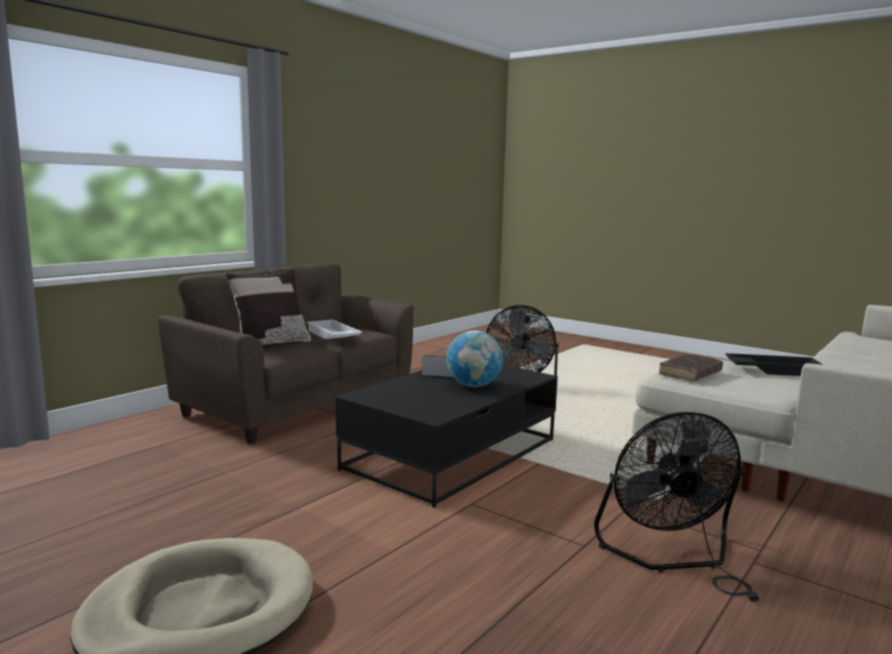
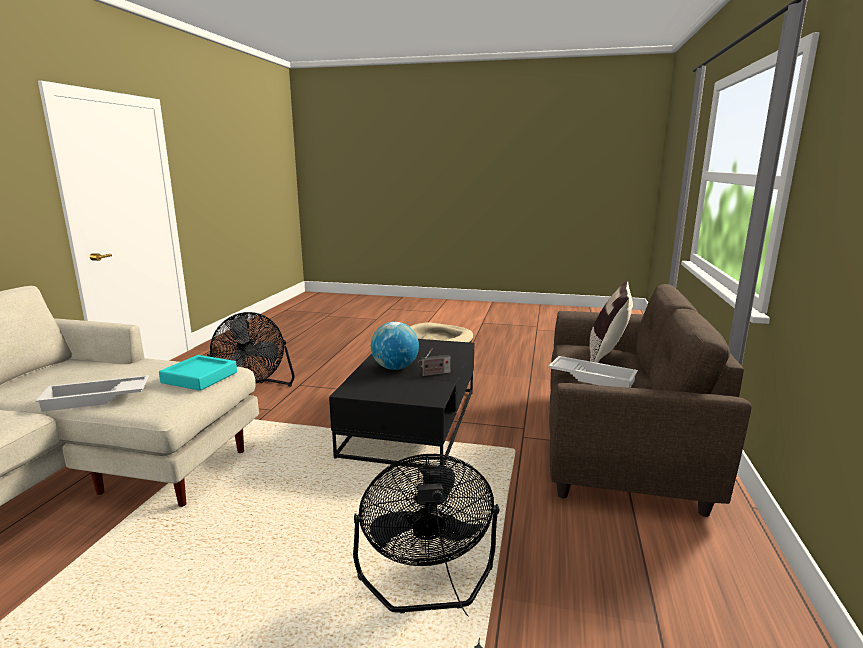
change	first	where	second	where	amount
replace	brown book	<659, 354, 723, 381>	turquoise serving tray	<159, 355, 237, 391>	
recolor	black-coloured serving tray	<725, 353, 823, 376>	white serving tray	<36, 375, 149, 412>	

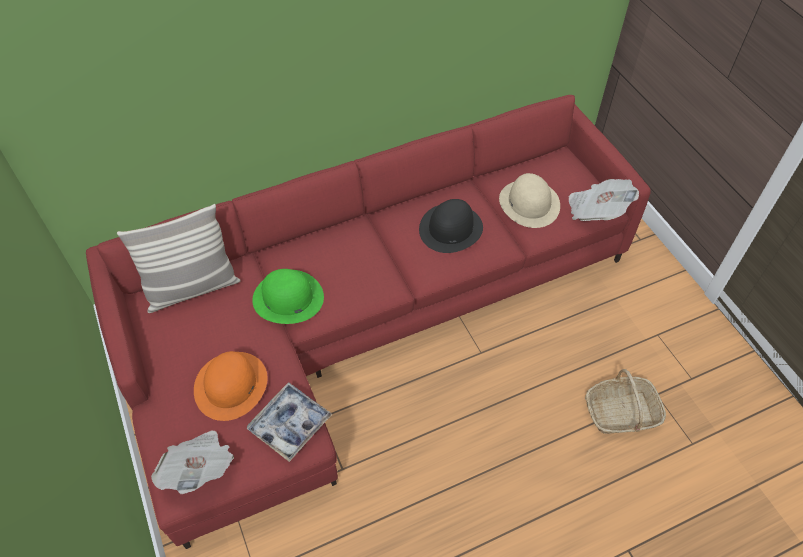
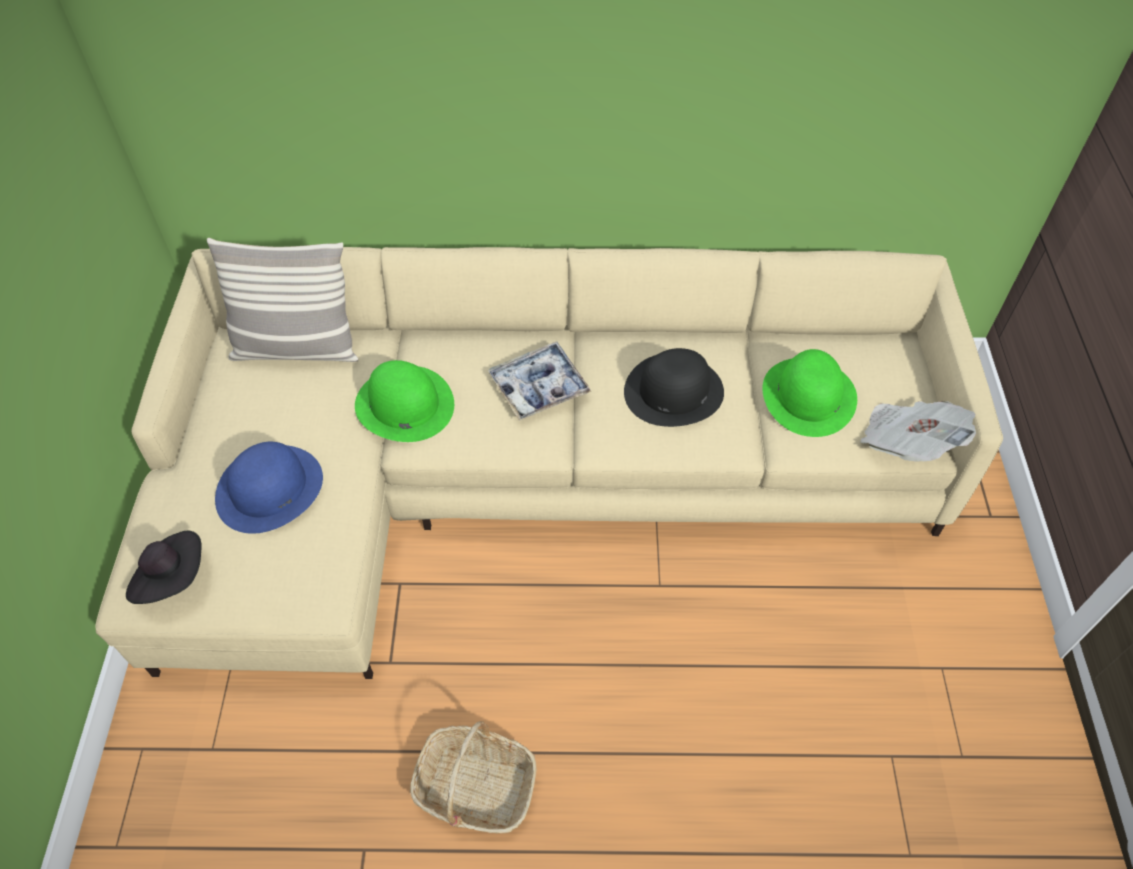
change	first	where	second	where	amount
recolor	red-coloured settee	<86, 95, 651, 549>	beige-coloured settee	<95, 247, 1003, 679>	
replace	printed paper	<151, 431, 234, 494>	black-coloured hat	<126, 531, 201, 604>	
recolor	orange hat	<194, 351, 268, 421>	blue hat	<215, 442, 323, 534>	
move	serving tray	<247, 382, 332, 462>		<488, 342, 591, 421>	
recolor	beige-coloured hat	<499, 173, 560, 228>	green hat	<763, 349, 857, 437>	
move	household basket	<585, 369, 666, 434>		<410, 721, 537, 833>	

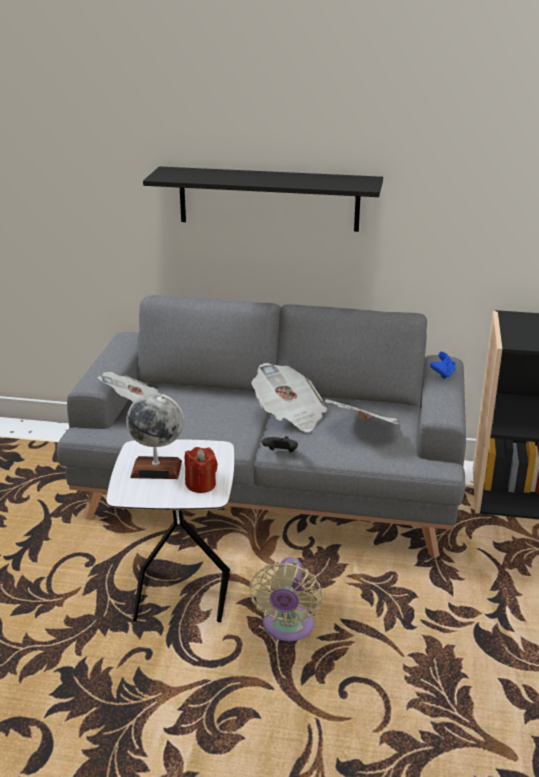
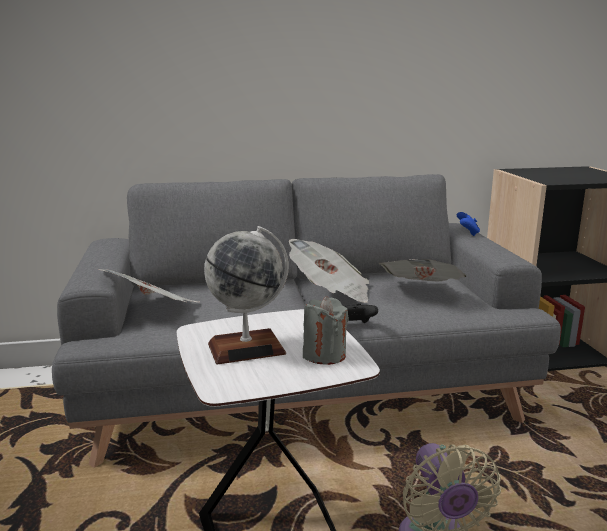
change	first	where	second	where	amount
delete	black-coloured wall shelf	<143, 166, 383, 232>			
recolor	red-coloured wax light	<185, 447, 218, 493>	greyish wax light	<303, 296, 349, 365>	

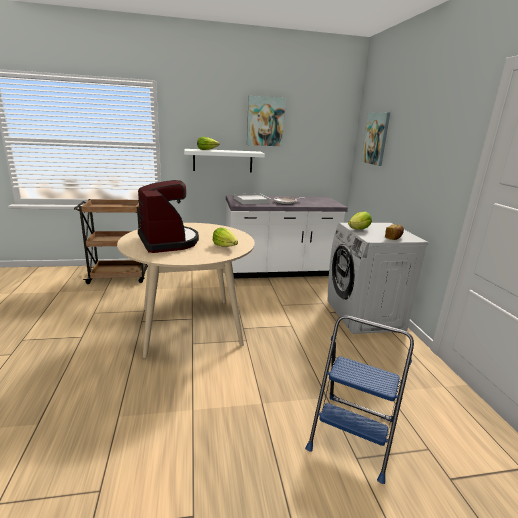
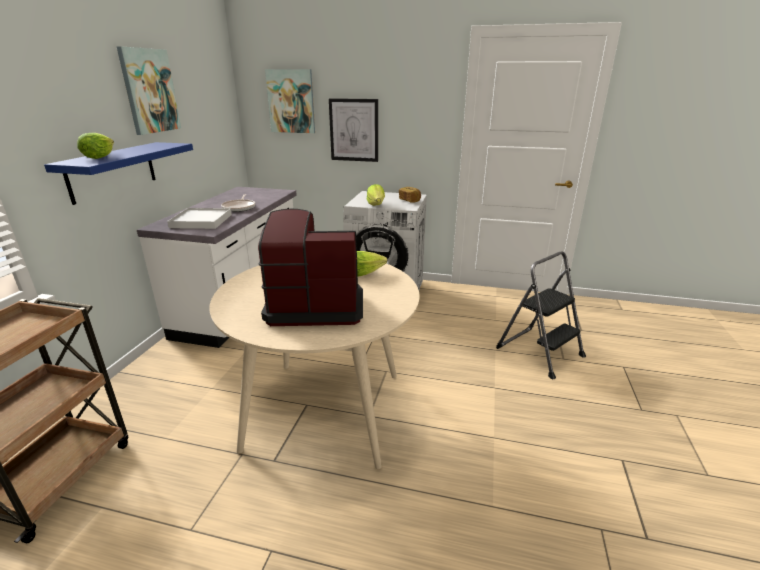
change	first	where	second	where	amount
recolor	white wall shelf	<184, 149, 265, 173>	blue wall shelf	<44, 142, 193, 205>	
recolor	blue step stool	<305, 315, 414, 484>	black-coloured step stool	<496, 252, 586, 380>	
insert			picture	<329, 98, 378, 162>	

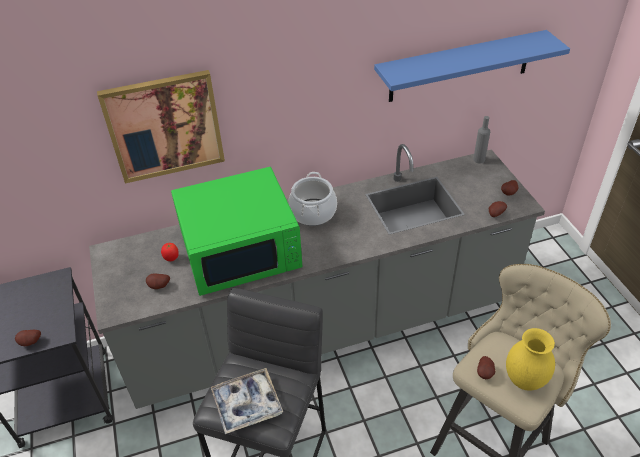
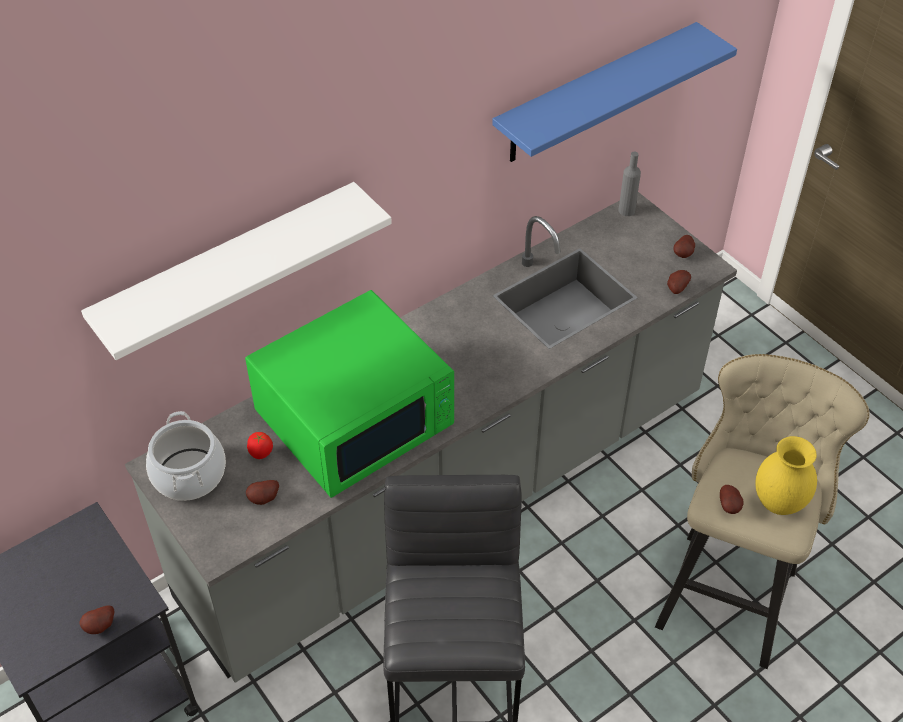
change	first	where	second	where	amount
replace	picture	<97, 70, 225, 184>	white wall shelf	<81, 182, 392, 360>	
delete	serving tray	<211, 368, 283, 434>			
move	stockpot	<288, 172, 337, 226>		<146, 411, 226, 501>	

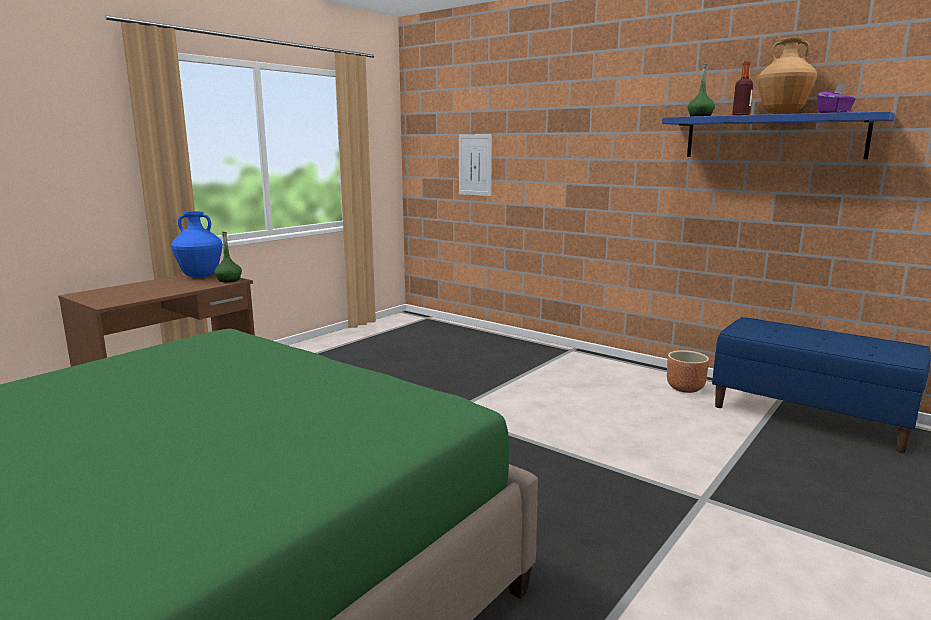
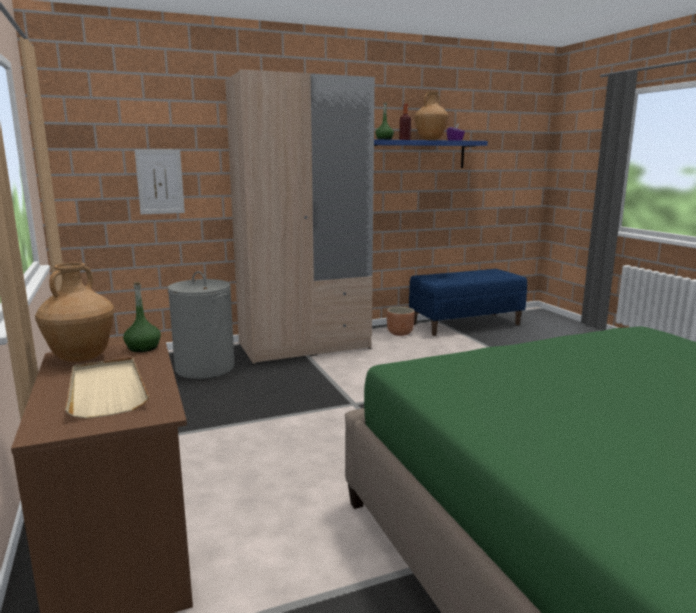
change	first	where	second	where	amount
recolor	blue vase	<171, 211, 223, 278>	brown vase	<35, 263, 114, 362>	
insert			beige-coloured serving tray	<65, 357, 149, 419>	
insert			greyish washing basket	<167, 271, 235, 379>	
insert			beige-coloured wardrobe	<225, 69, 375, 365>	

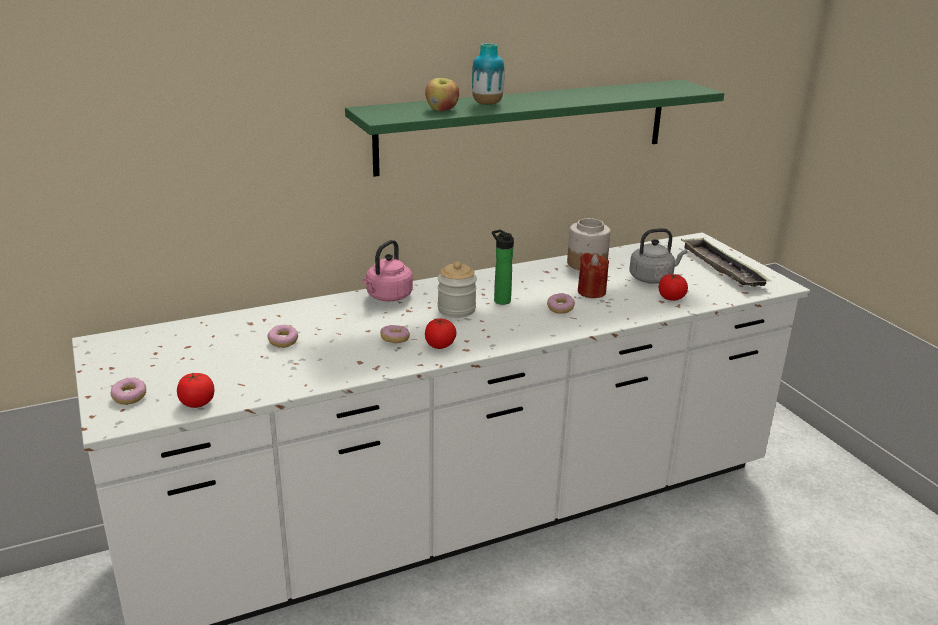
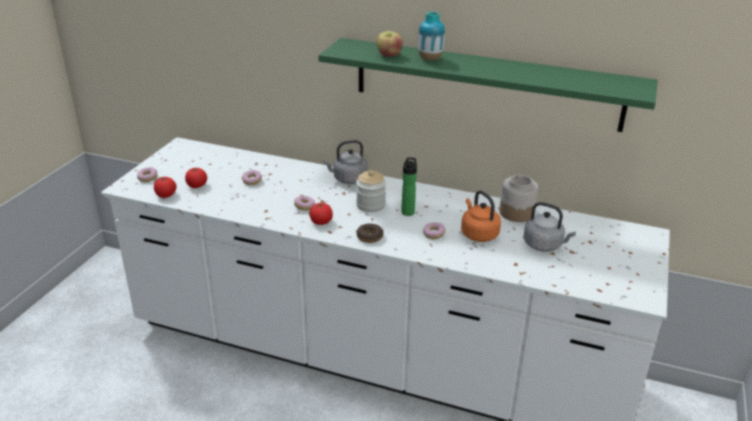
change	first	where	second	where	amount
recolor	pink water kettle	<362, 240, 413, 301>	greyish water kettle	<323, 140, 368, 184>	
replace	red-coloured wax light	<578, 253, 609, 298>	orange water kettle	<461, 191, 501, 242>	
move	tomato	<658, 274, 688, 301>		<185, 168, 207, 188>	
delete	serving tray	<681, 237, 771, 287>			
insert			donut	<357, 224, 384, 243>	

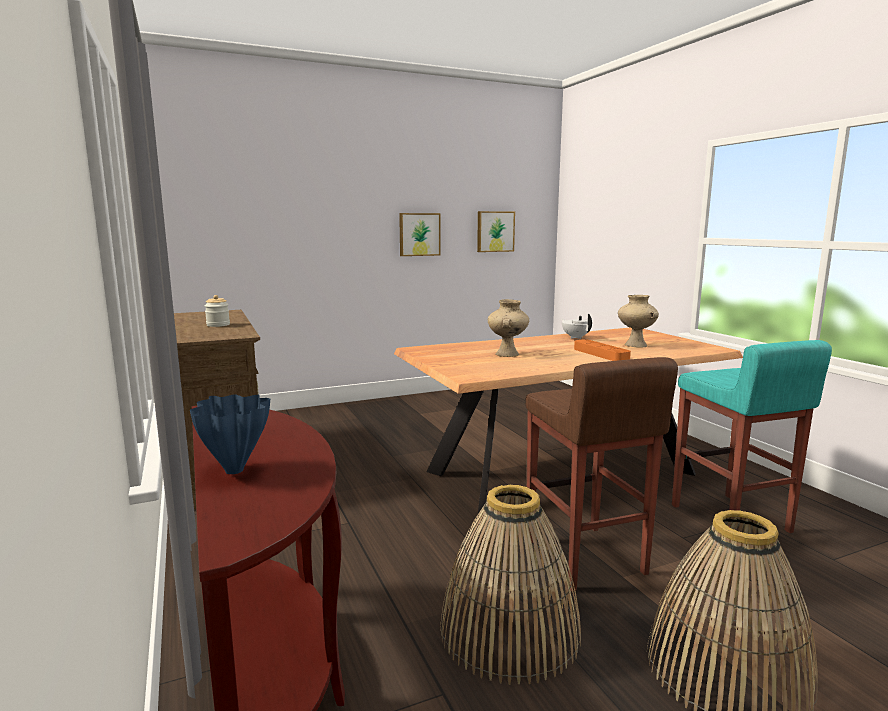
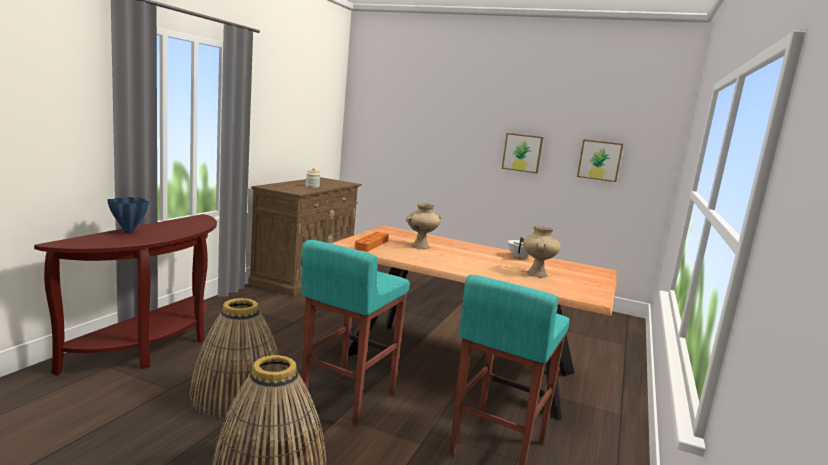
change	first	where	second	where	amount
recolor	brown stool seat	<525, 357, 678, 591>	turquoise stool seat	<301, 240, 410, 426>	
move	orange serving tray	<574, 339, 631, 361>		<355, 232, 389, 251>	

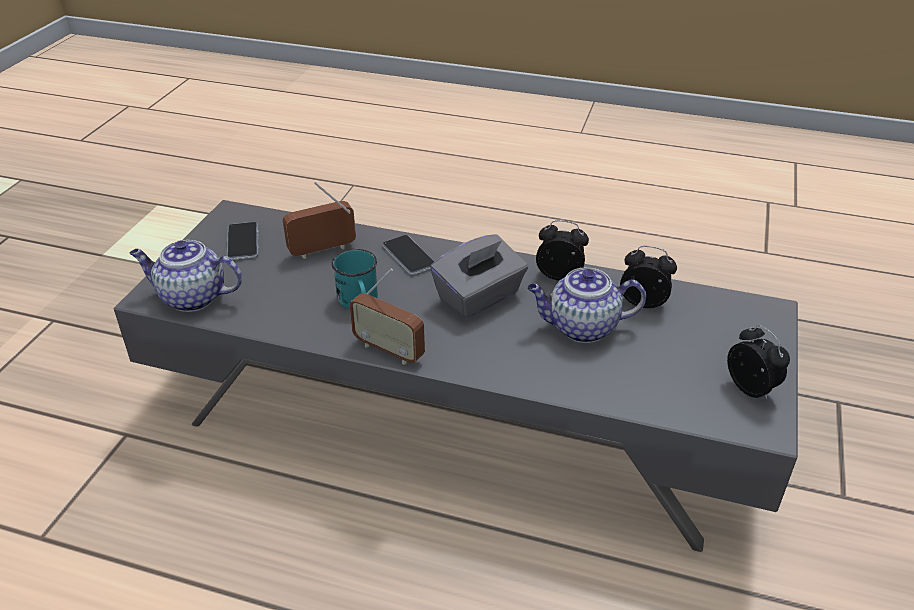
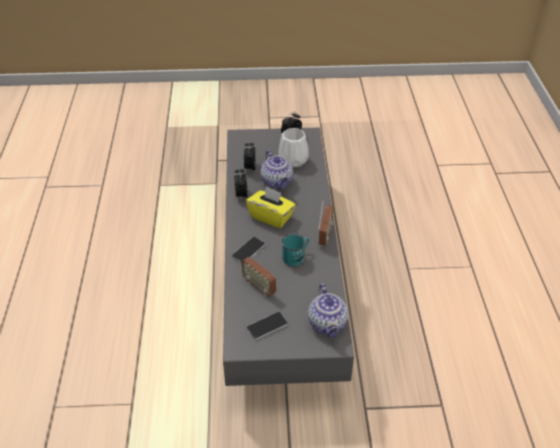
change	first	where	second	where	amount
recolor	greyish tissue box	<430, 234, 528, 318>	yellow tissue box	<246, 186, 296, 228>	
insert			white vase	<278, 128, 309, 168>	

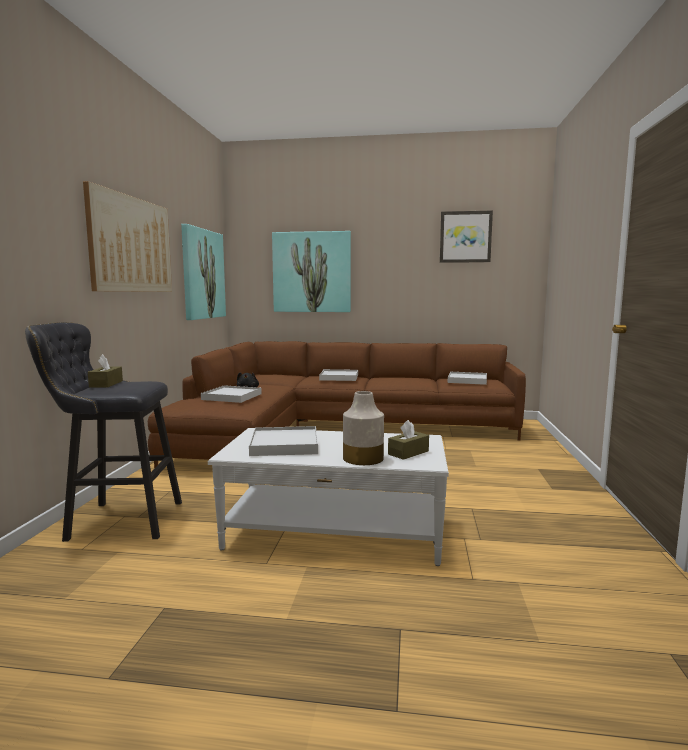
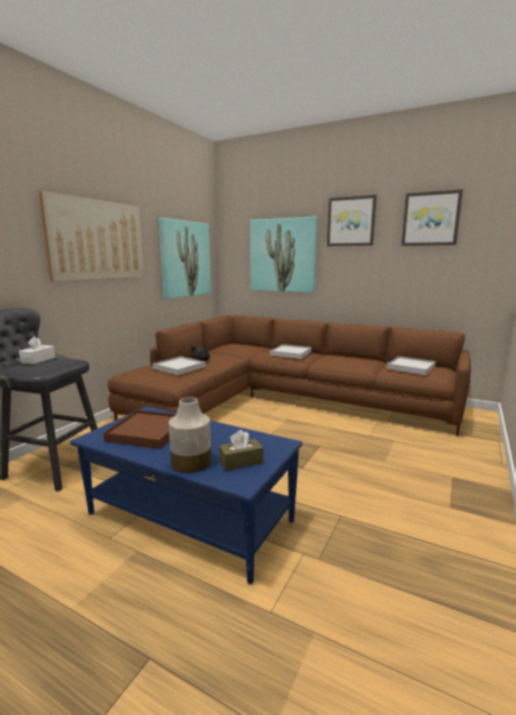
change	first	where	second	where	amount
recolor	brown tissue box	<88, 354, 123, 387>	white tissue box	<19, 336, 55, 364>	
recolor	white lounge table	<208, 428, 449, 566>	blue lounge table	<70, 406, 303, 584>	
recolor	white serving tray	<249, 426, 318, 456>	brown serving tray	<103, 410, 176, 449>	
insert			picture	<327, 195, 377, 246>	

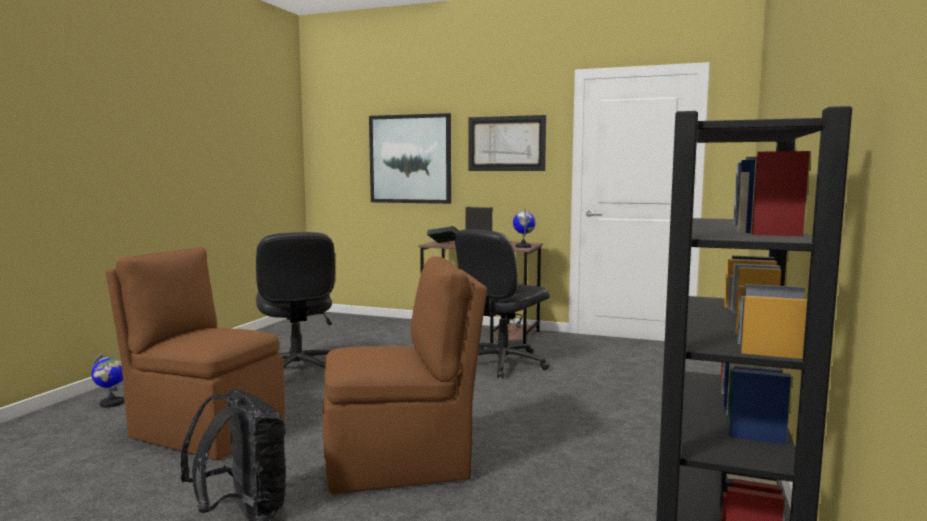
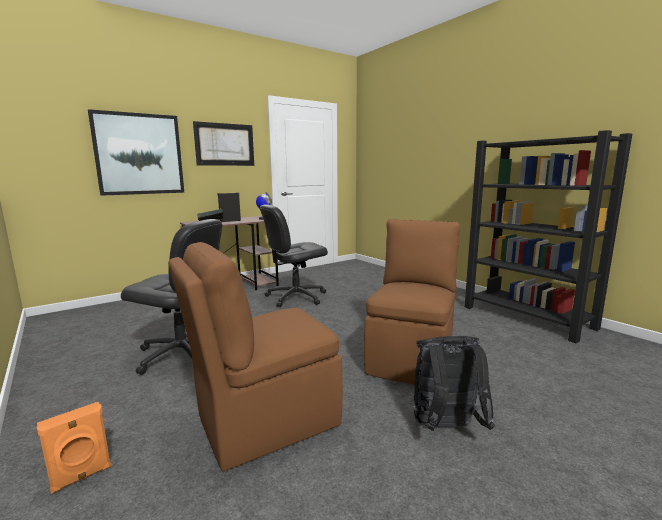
change	first	where	second	where	amount
replace	world globe	<91, 353, 124, 408>	orange speaker	<37, 402, 112, 494>	
rotate	black-coloured office chair	<455, 229, 550, 378>		<259, 204, 328, 307>	75 degrees clockwise

